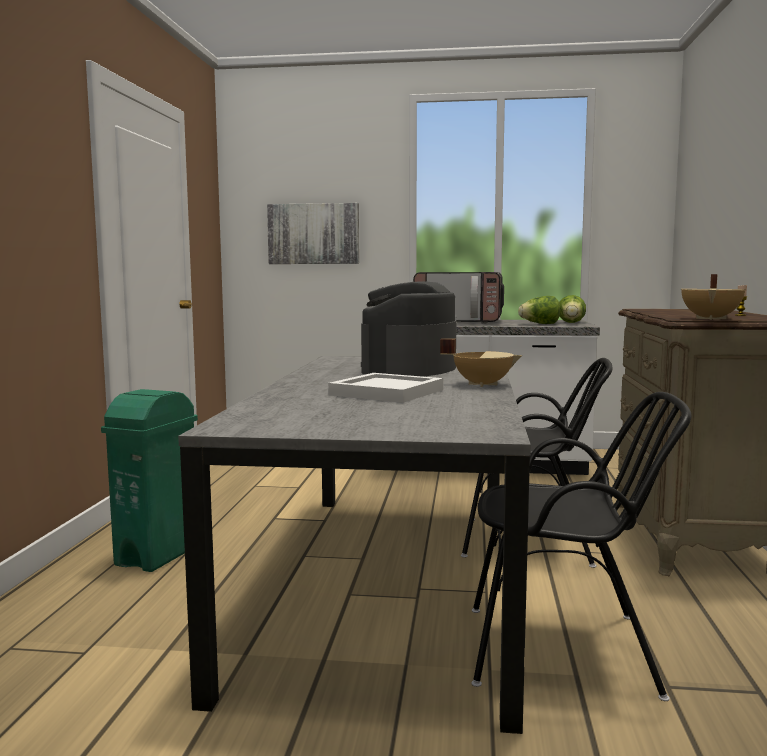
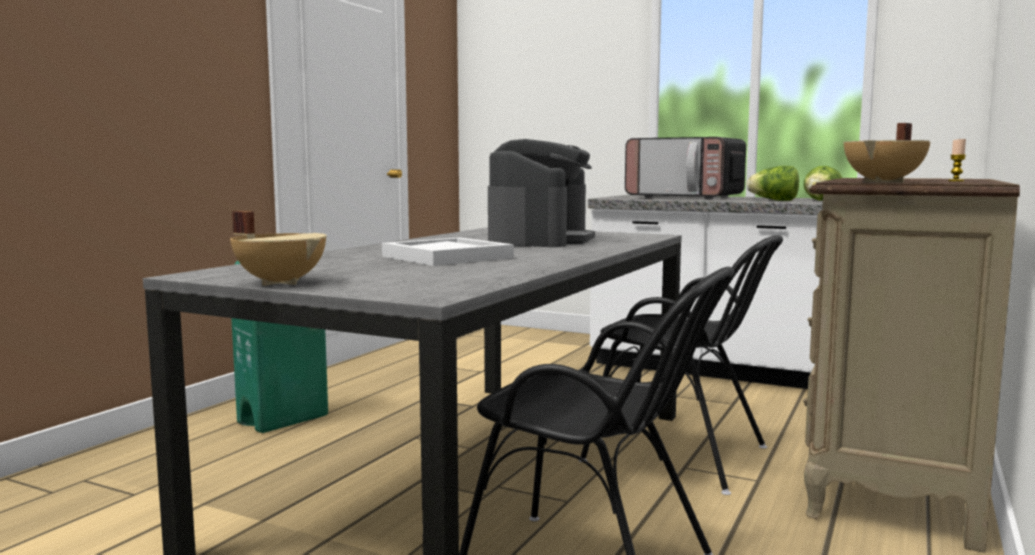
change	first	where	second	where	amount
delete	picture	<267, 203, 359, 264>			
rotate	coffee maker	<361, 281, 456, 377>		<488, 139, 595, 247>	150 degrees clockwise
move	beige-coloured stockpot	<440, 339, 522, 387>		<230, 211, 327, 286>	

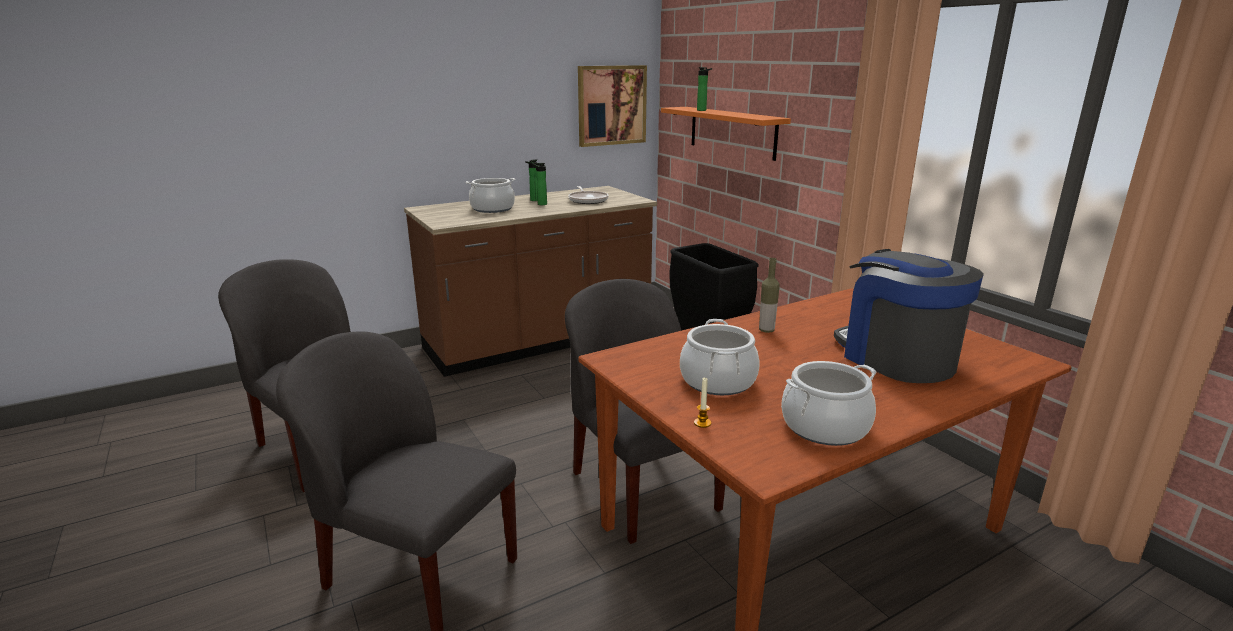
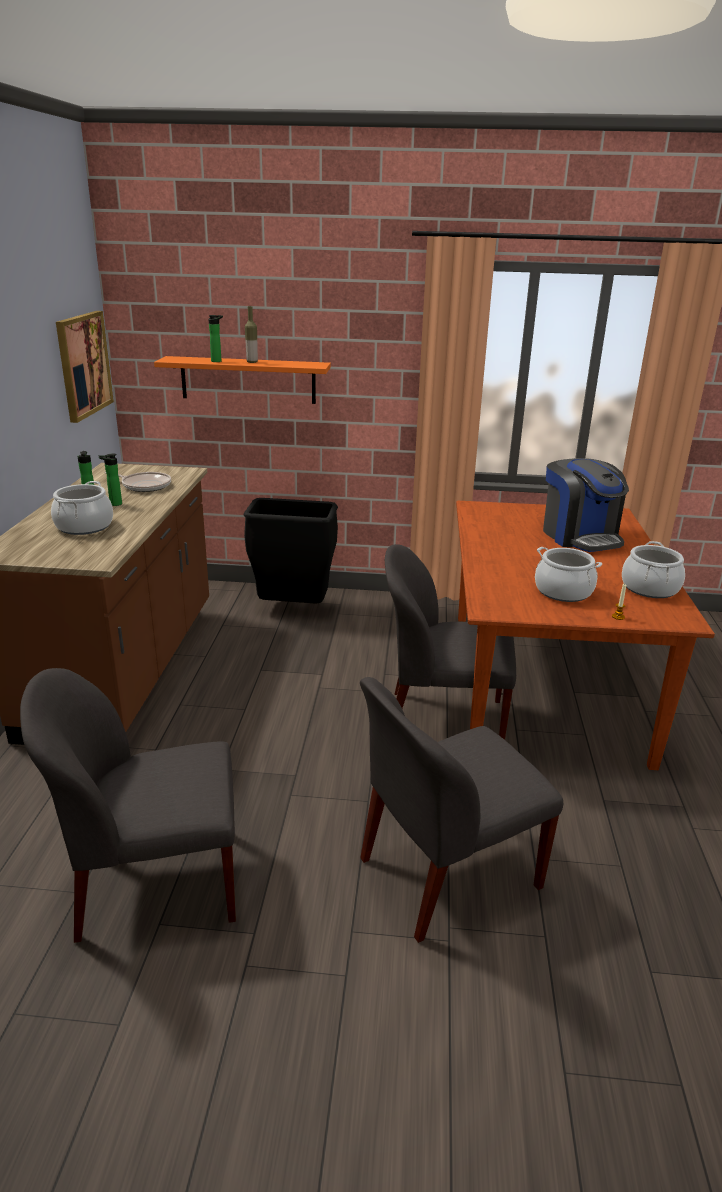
change	first	where	second	where	amount
move	drink bottle	<759, 258, 780, 333>		<245, 306, 258, 363>	
rotate	coffee maker	<834, 249, 984, 383>		<543, 458, 629, 552>	120 degrees counterclockwise

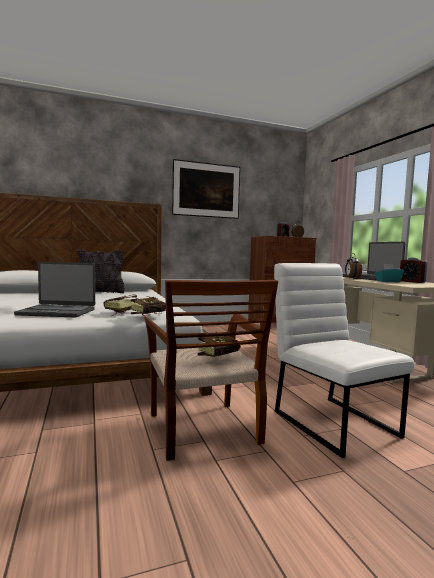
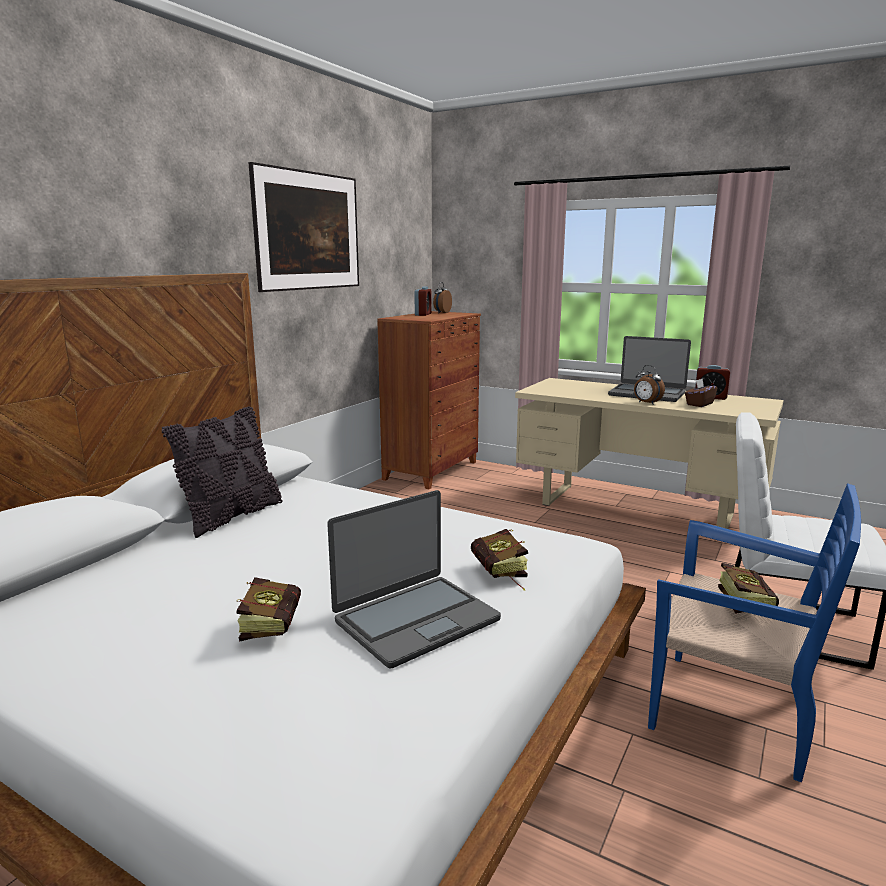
change	first	where	second	where	amount
move	book	<131, 296, 166, 316>		<236, 577, 301, 642>	
recolor	brown easy chair	<144, 280, 278, 461>	blue easy chair	<648, 483, 861, 782>	
recolor	turquoise tissue box	<375, 264, 404, 282>	brown tissue box	<685, 379, 717, 407>	

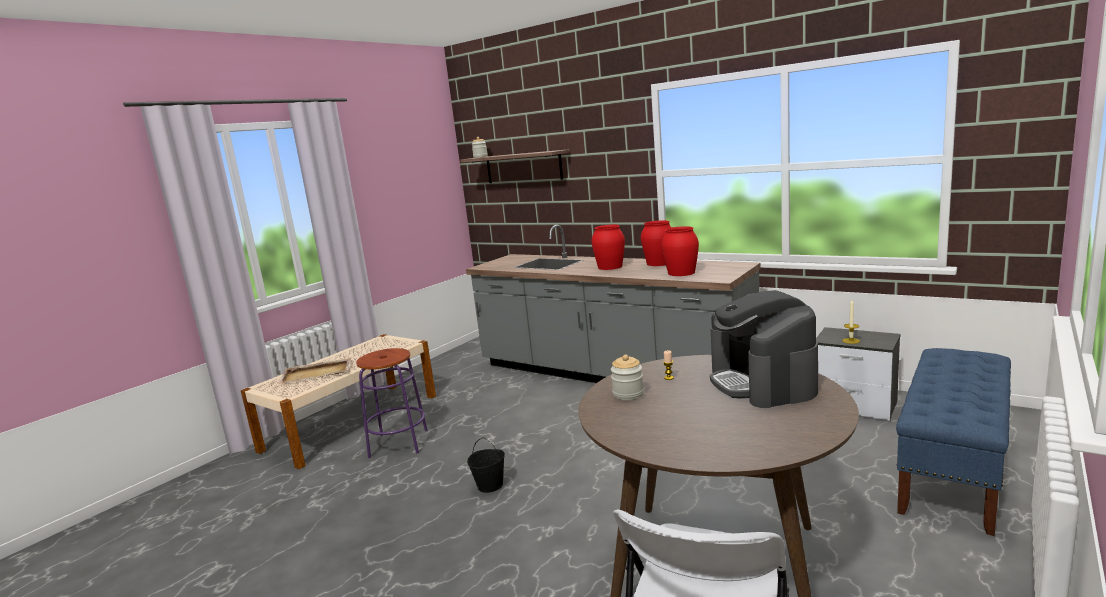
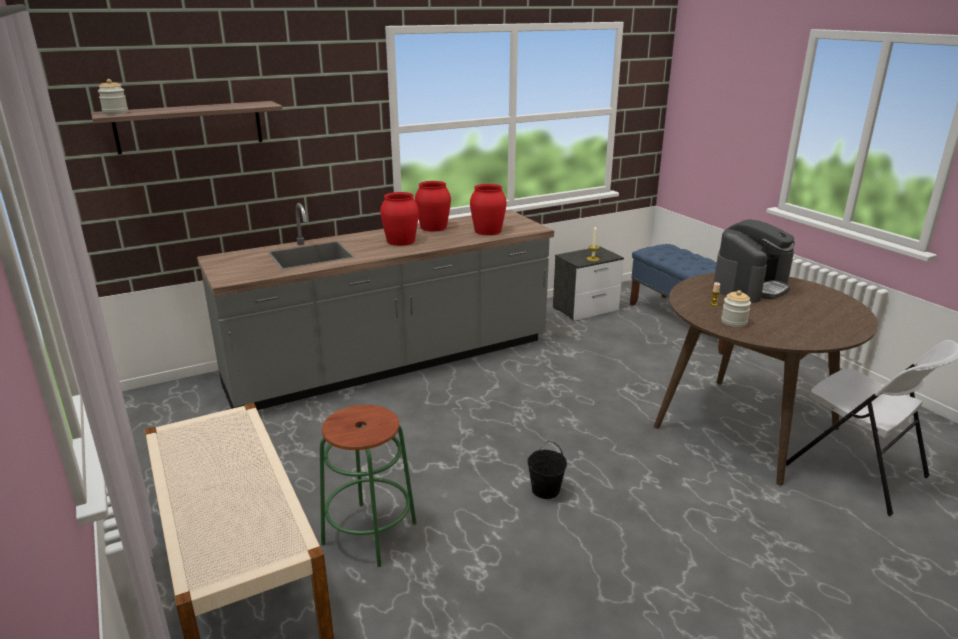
change	first	where	second	where	amount
delete	beige-coloured serving tray	<278, 358, 351, 384>			
recolor	purple stool seat	<356, 348, 428, 458>	green stool seat	<320, 405, 416, 567>	
rotate	coffee maker	<710, 290, 818, 408>		<713, 219, 795, 303>	60 degrees counterclockwise

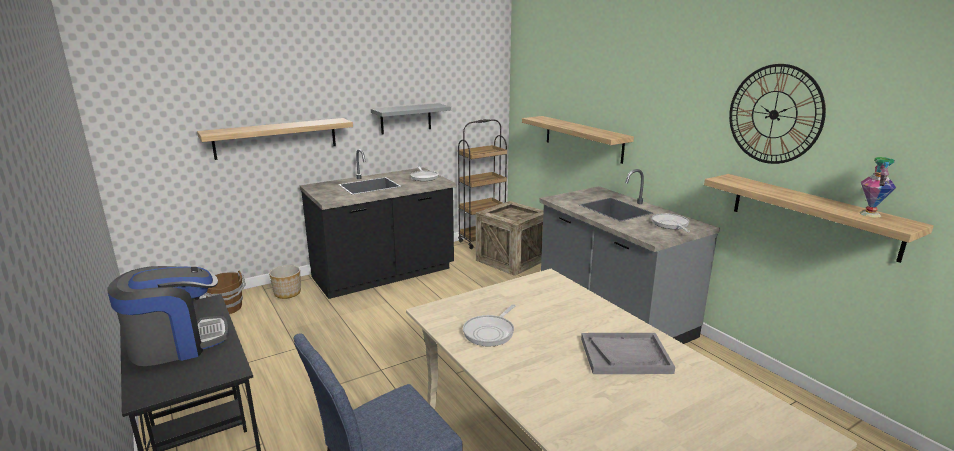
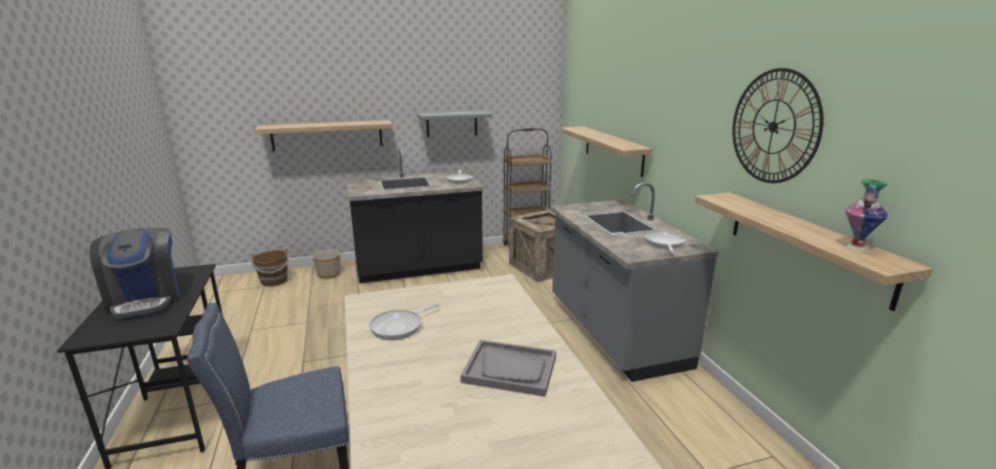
change	first	where	second	where	amount
rotate	coffee maker	<107, 266, 229, 366>		<89, 228, 180, 319>	75 degrees clockwise

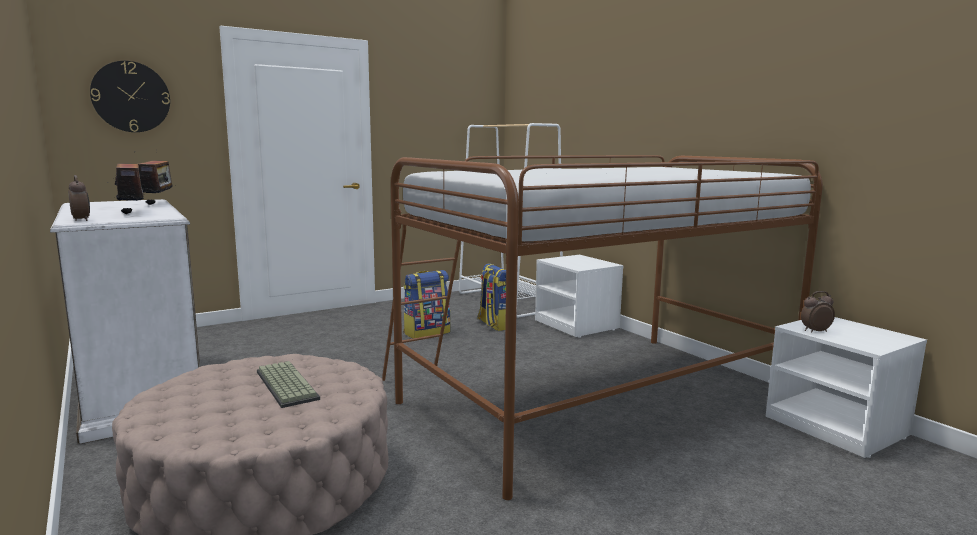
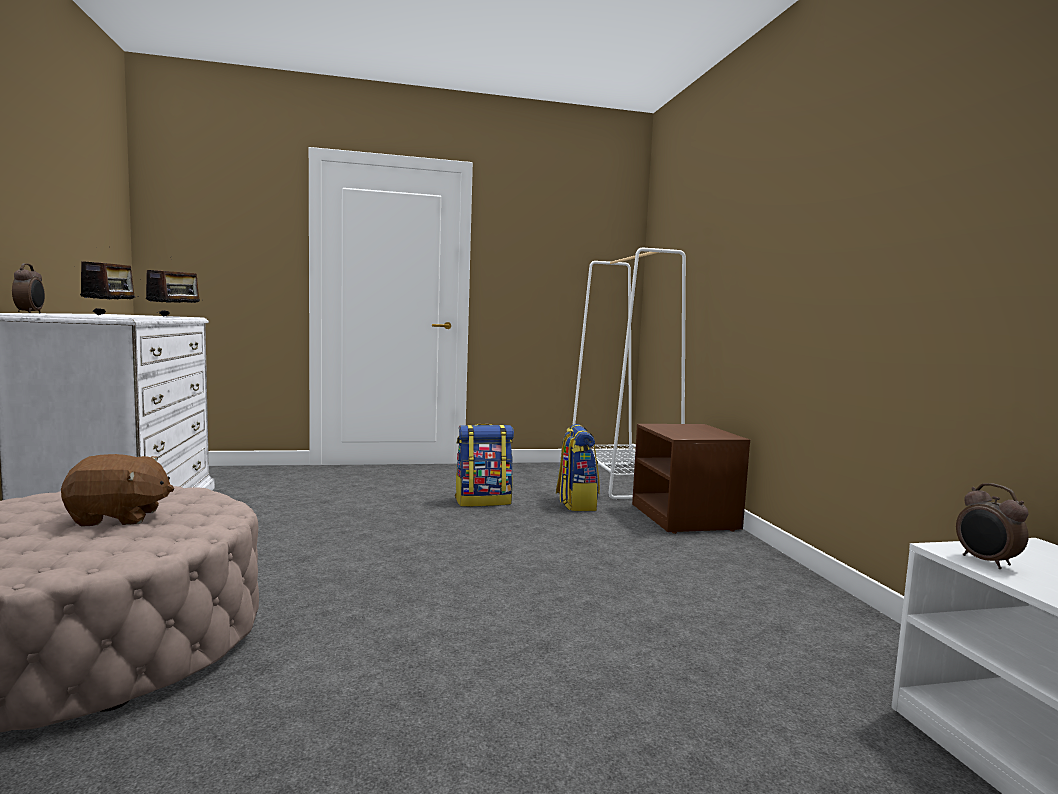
change	first	where	second	where	amount
delete	wall clock	<90, 61, 170, 132>			
replace	computer keyboard	<257, 361, 320, 408>	brown soft toy	<61, 454, 174, 527>	
delete	brown sleeping bed	<382, 155, 823, 500>			
recolor	white nightstand	<535, 255, 623, 338>	brown nightstand	<632, 424, 750, 534>	
rotate	bedside clock	<801, 291, 835, 333>		<956, 483, 1029, 569>	120 degrees counterclockwise

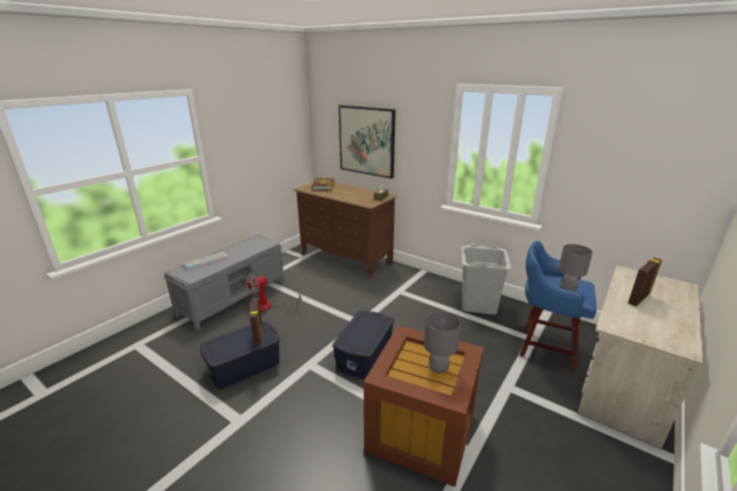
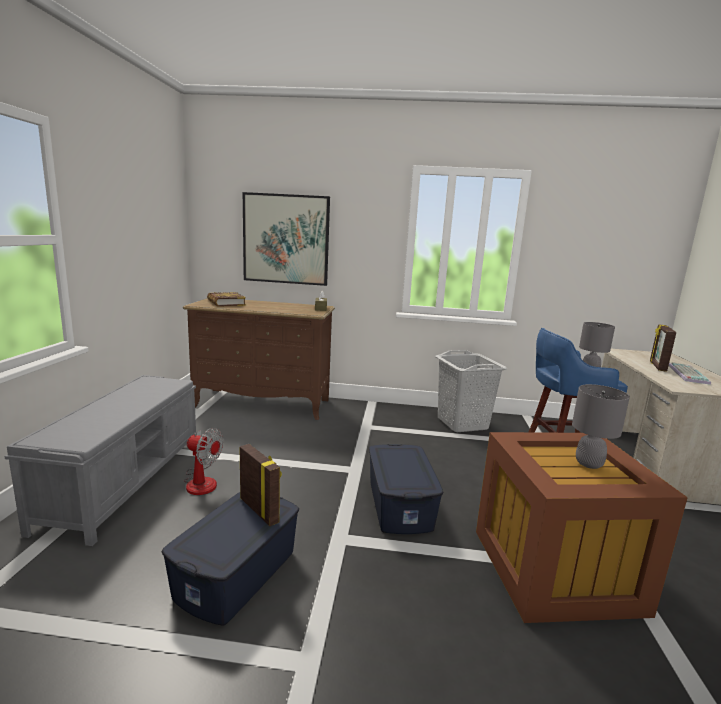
change	first	where	second	where	amount
move	computer keyboard	<183, 252, 229, 271>		<669, 362, 711, 385>	
rotate	fan	<246, 274, 302, 313>		<184, 428, 223, 495>	90 degrees counterclockwise

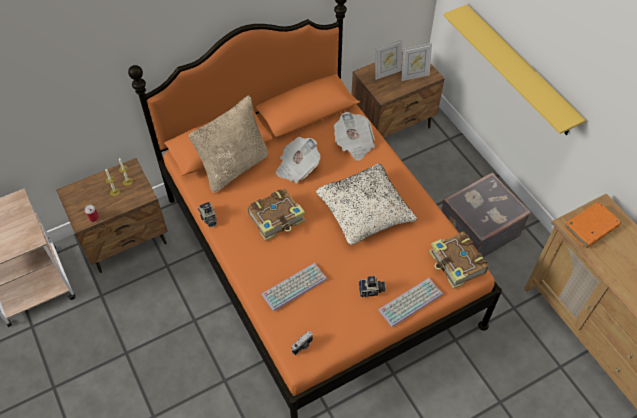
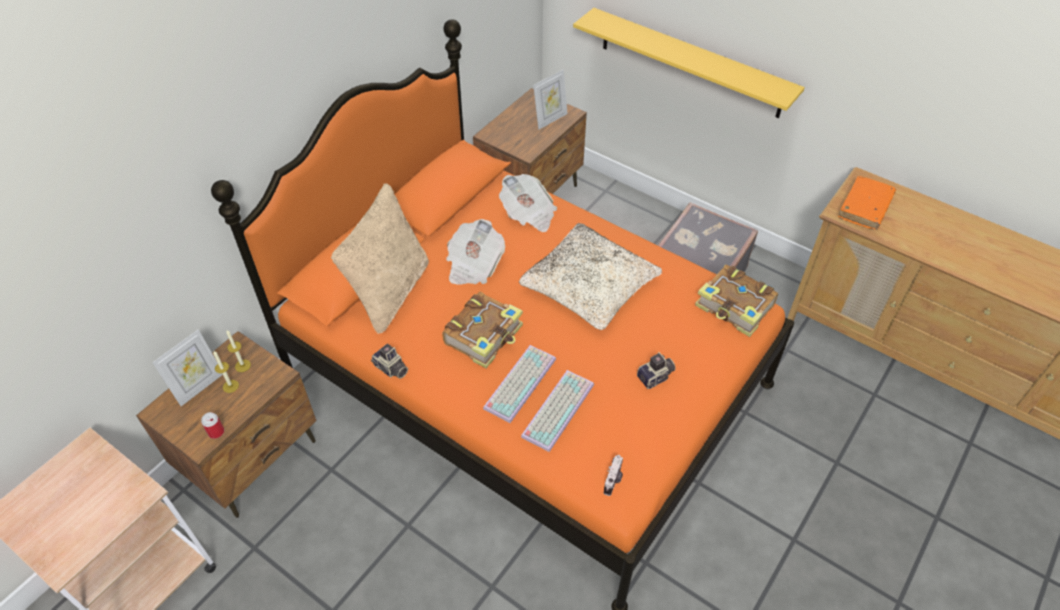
change	first	where	second	where	amount
move	picture frame	<375, 39, 402, 80>		<152, 329, 223, 406>	
move	computer keyboard	<378, 278, 443, 327>		<483, 345, 556, 423>	

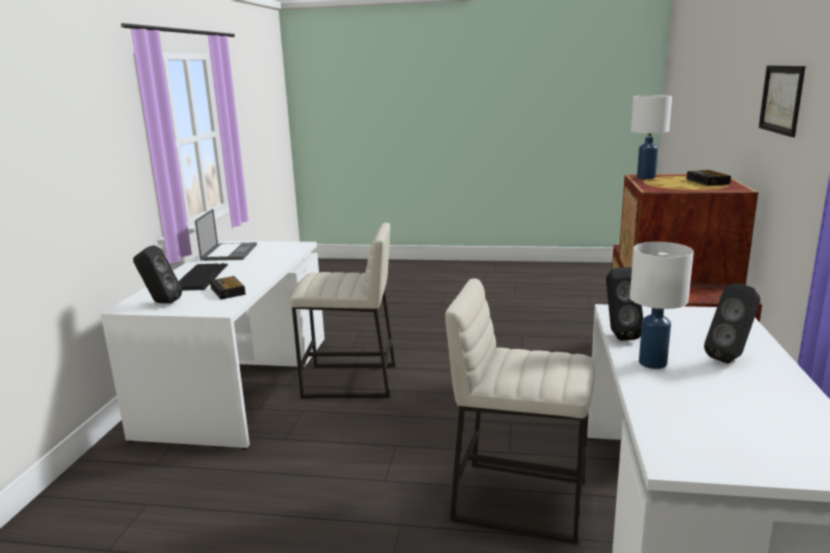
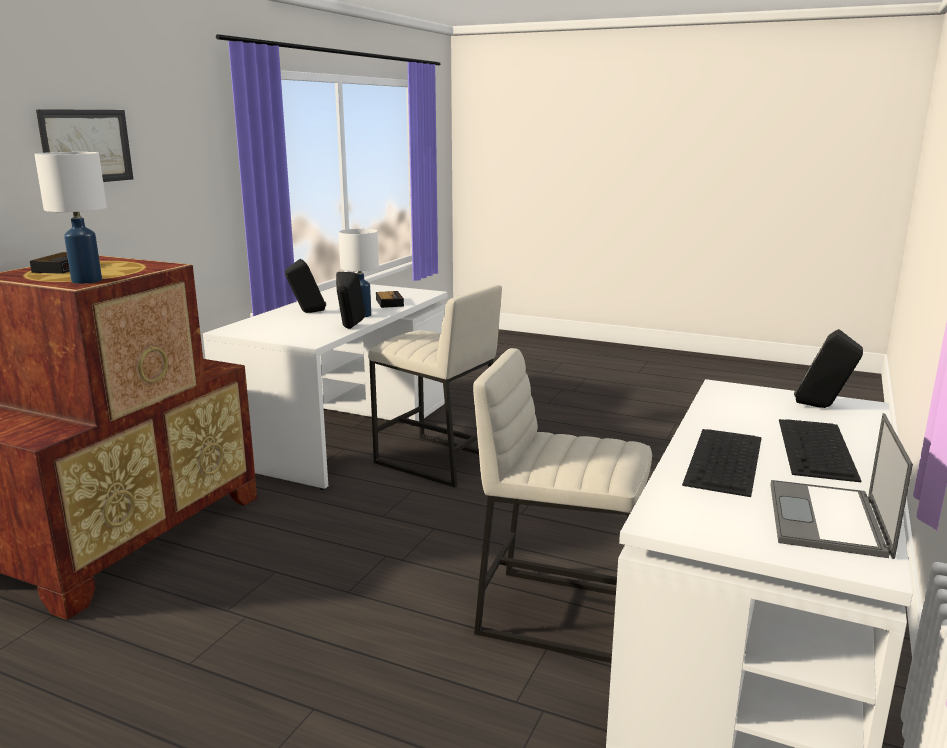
change	first	where	second	where	amount
move	bedside clock	<210, 276, 246, 299>		<376, 291, 404, 308>	
insert			computer keyboard	<682, 429, 762, 497>	

